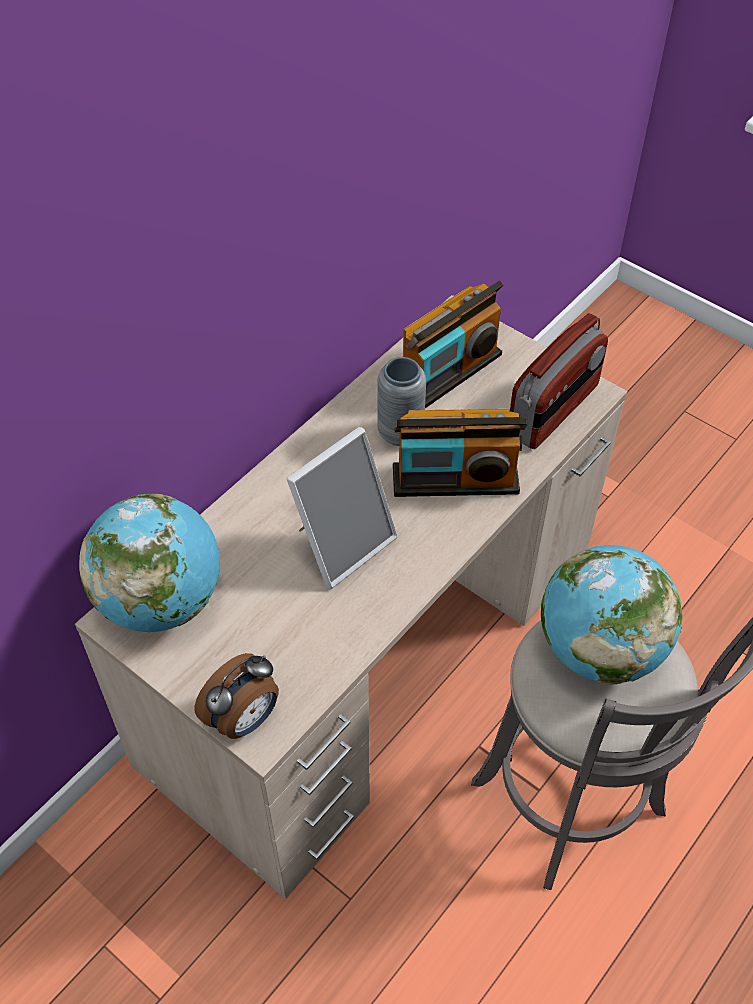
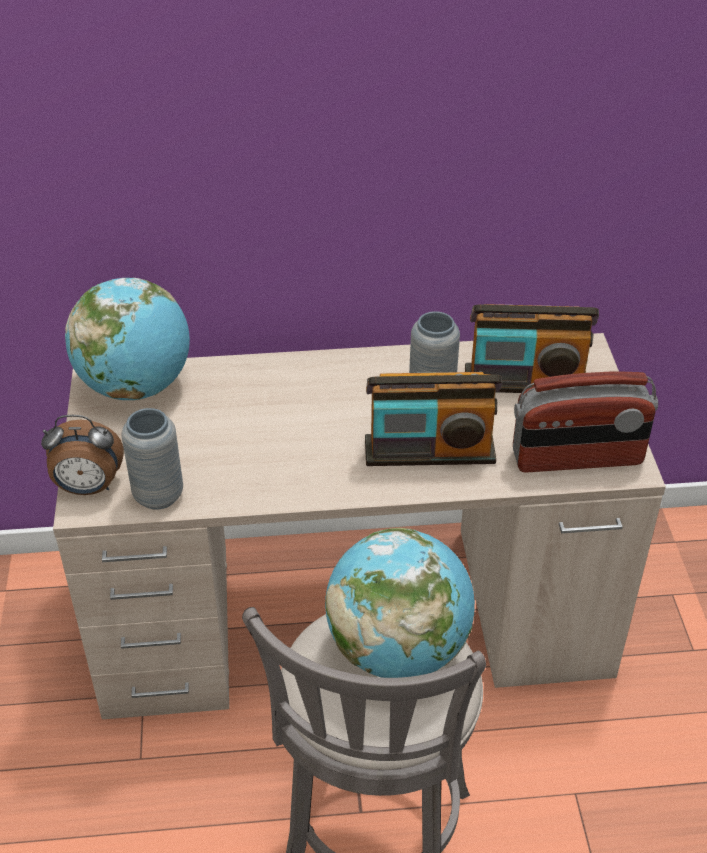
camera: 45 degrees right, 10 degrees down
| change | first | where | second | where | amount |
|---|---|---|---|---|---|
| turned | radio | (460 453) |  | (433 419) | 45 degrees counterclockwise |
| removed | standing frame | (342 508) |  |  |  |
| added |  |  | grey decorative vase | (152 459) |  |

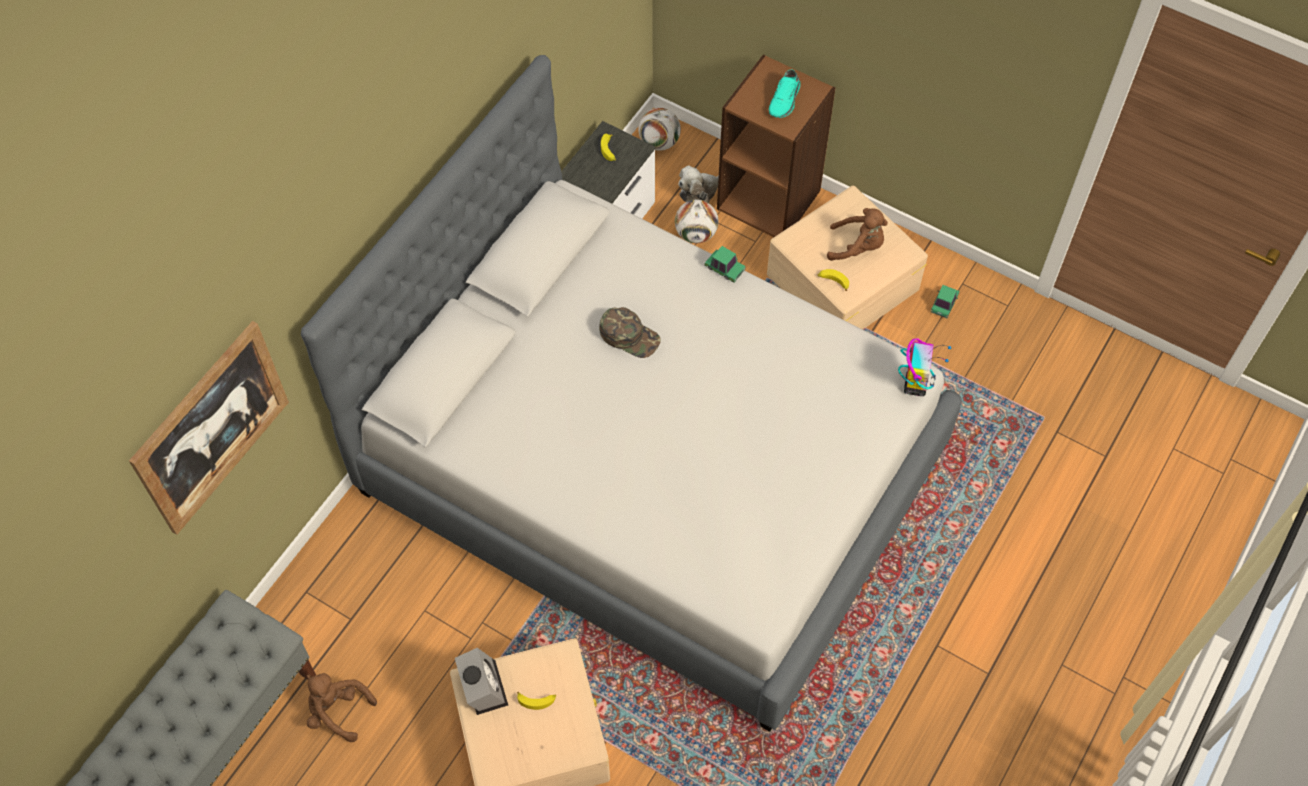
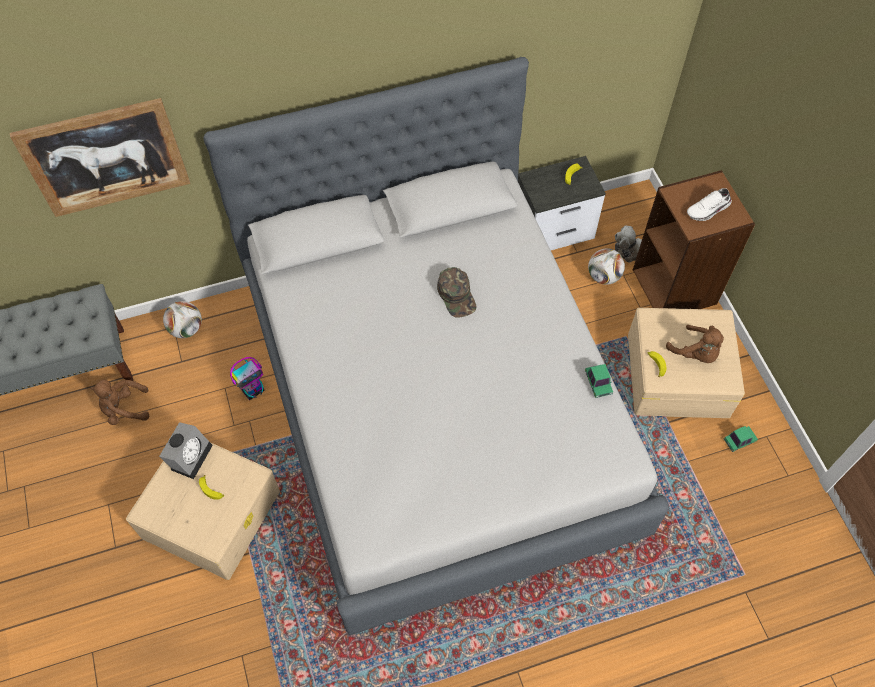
camera: 40 degrees right, 0 degrees up
| change | first | where | second | where | amount |
|---|---|---|---|---|---|
| recoloured | turquoise low shoe | (785 94) | white-coloured low shoe | (709 204) |  |
| moved | football ball | (660 129) |  | (182 319) |  |
| moved | toy car | (725 264) |  | (599 381) |  |
| moved | toy robot | (925 367) |  | (247 378) |  |
| turned | brown-coloured cuddly toy | (342 707) |  | (120 402) | 75 degrees counterclockwise |

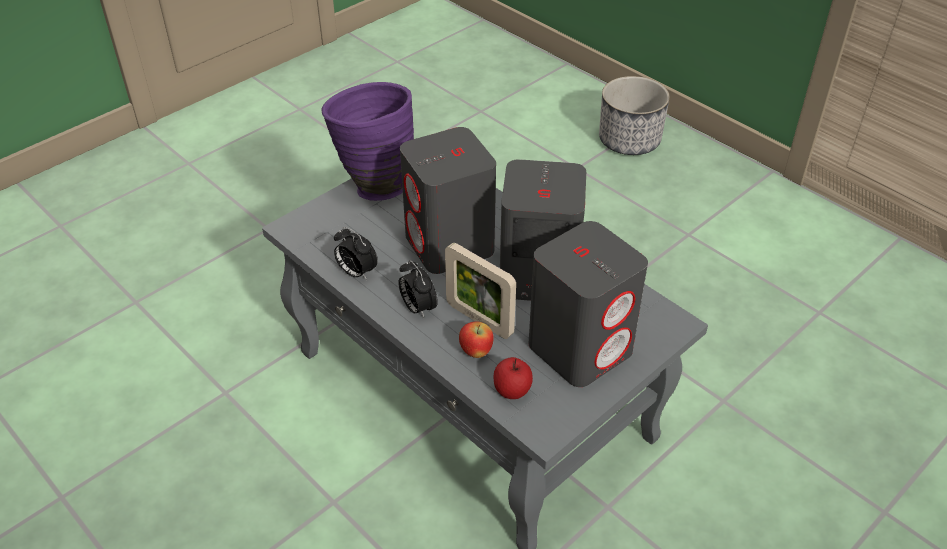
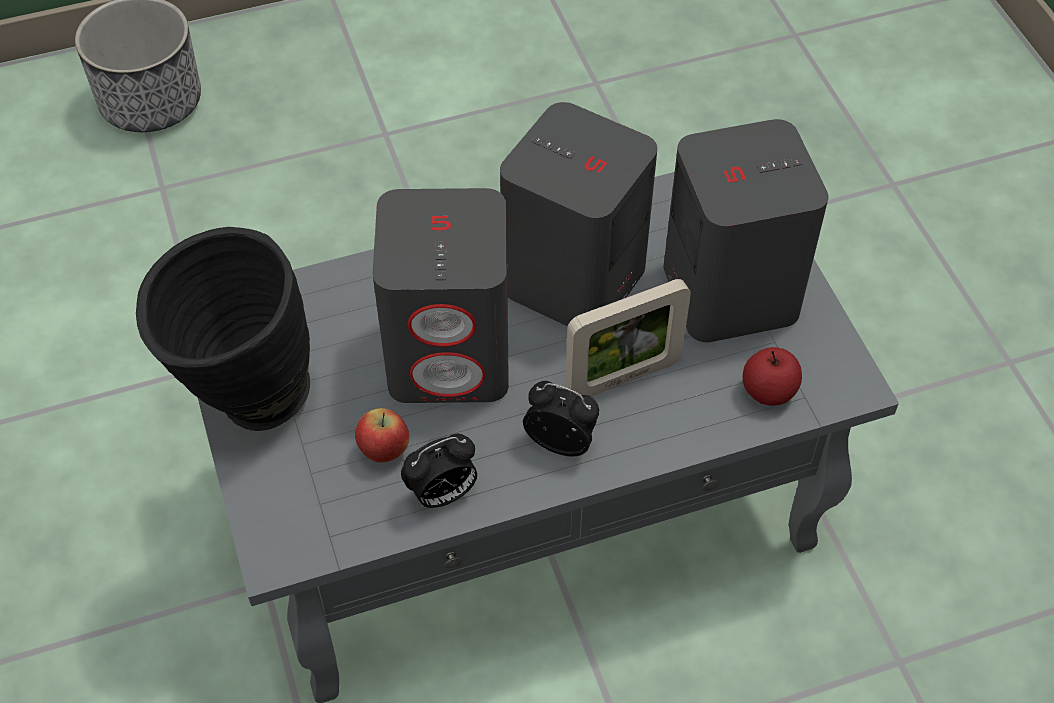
camera: 65 degrees left, 10 degrees up
| change | first | where | second | where | amount |
|---|---|---|---|---|---|
| recoloured | purple decorative vase | (367 141) | black-coloured decorative vase | (223 329) |  |
| turned | bedside clock | (418 289) |  | (561 418) | 150 degrees counterclockwise |
| moved | whole apple | (476 339) |  | (382 435) |  |

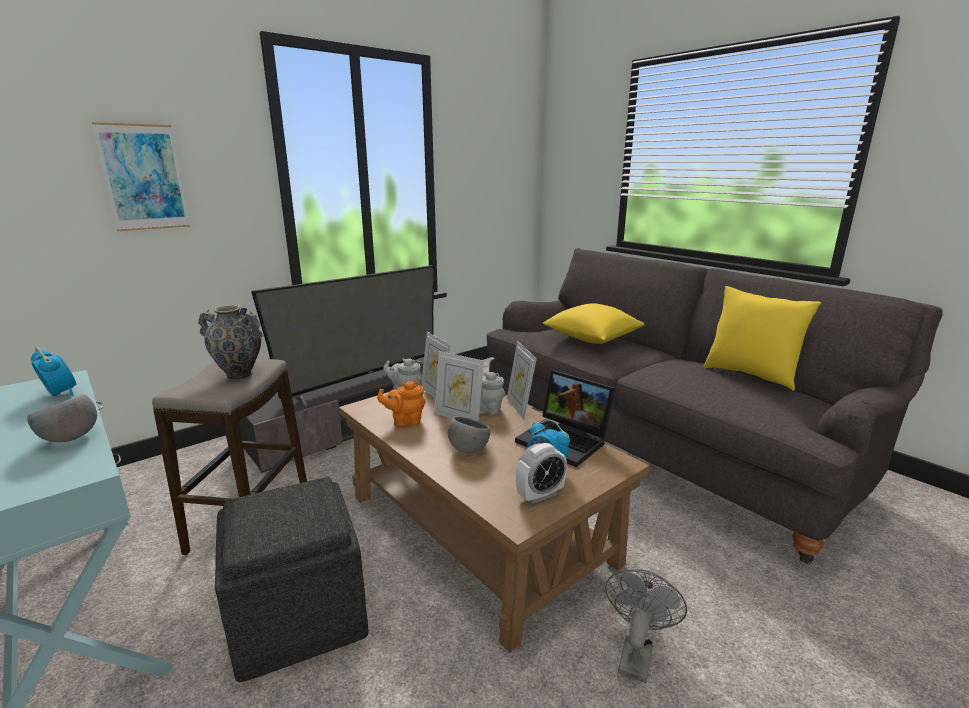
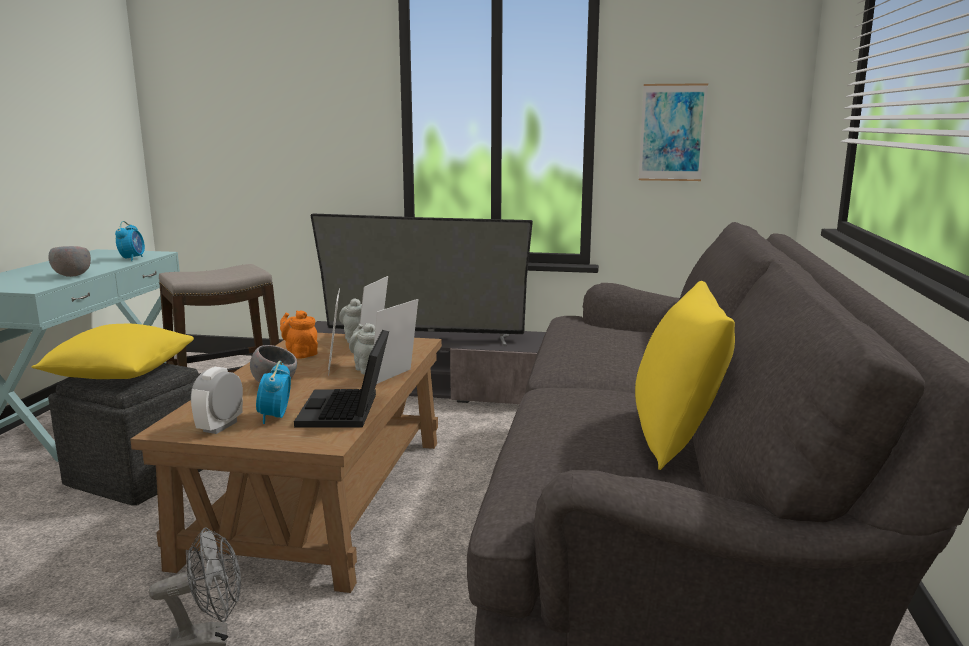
camera: 50 degrees right, 5 degrees down
| change | first | where | second | where | amount |
|---|---|---|---|---|---|
| moved | wall picture | (141 176) |  | (673 132) |  |
| moved | yellow-coloured throw pillow | (594 323) |  | (113 351) |  |
| removed | decorative vase | (230 343) |  |  |  |
| turned | bedside clock | (541 473) |  | (217 400) | 90 degrees clockwise |

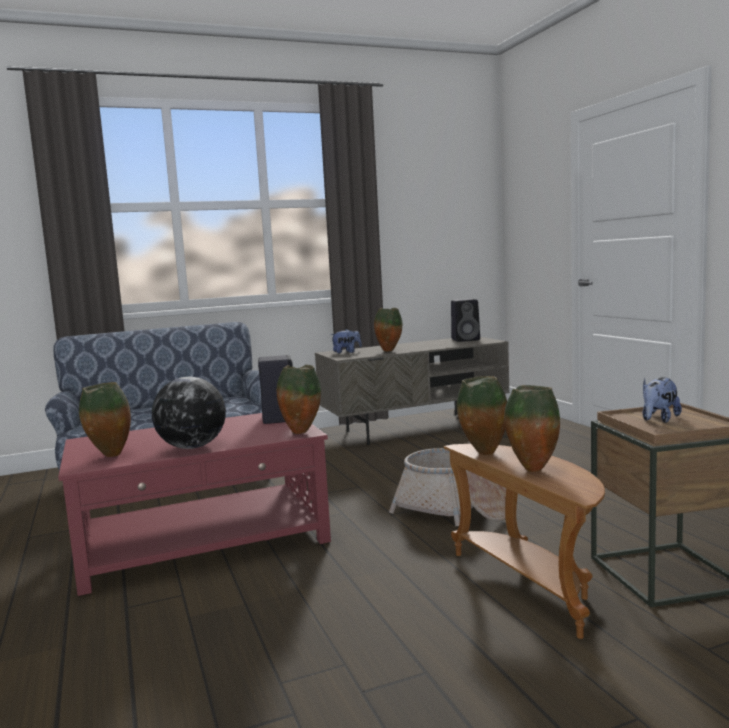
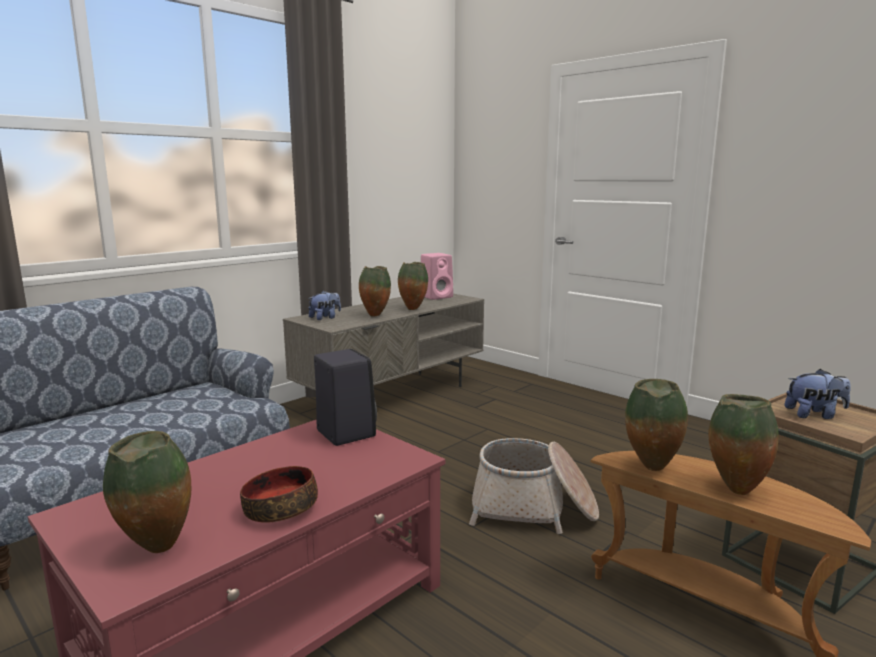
camera: 25 degrees left, 5 degrees up
| change | first | where | second | where | amount |
|---|---|---|---|---|---|
| recoloured | black-coloured loudspeaker | (465 320) | pink-coloured loudspeaker | (437 276) |  |
| moved | decorative vase | (299 399) |  | (413 286) |  |
| replaced | desk globe | (189 413) | serving bowl | (279 494) |  |
| turned | cuddly toy | (662 400) |  | (817 394) | 105 degrees counterclockwise |

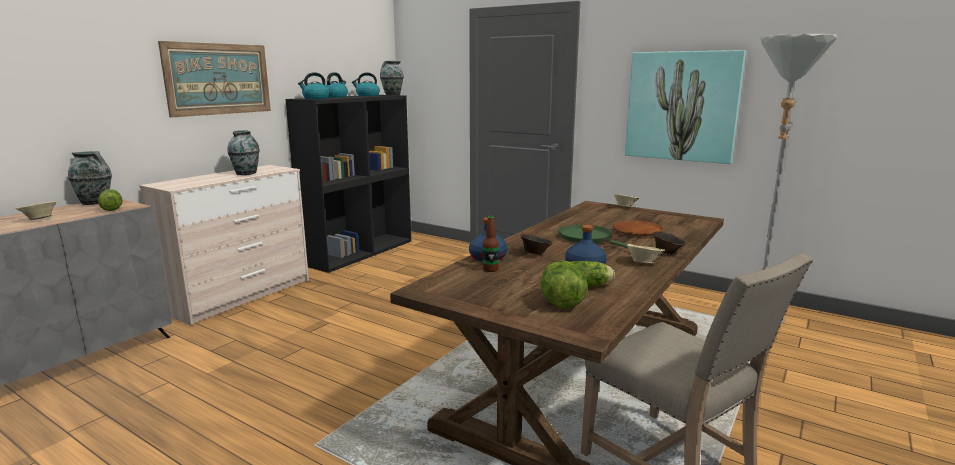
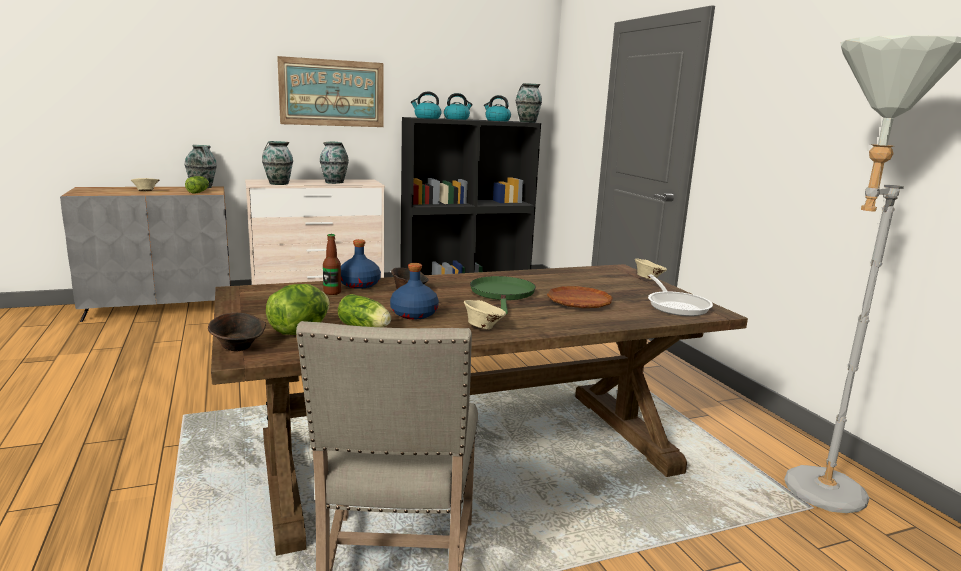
camera: 35 degrees right, 0 degrees up
| change | first | where | second | where | amount |
|---|---|---|---|---|---|
| removed | wall picture | (685 107) |  |  |  |
| moved | brown-coloured serving bowl | (669 243) |  | (237 332) |  |
| added |  |  | decorative vase | (277 163) |  |
| added |  |  | frying pan | (680 295) |  |

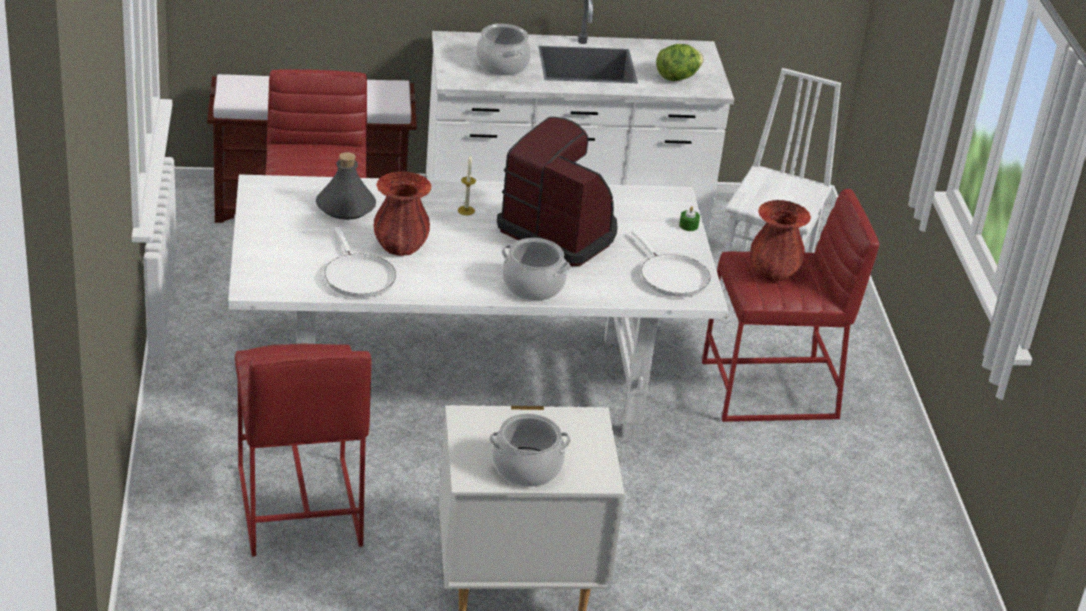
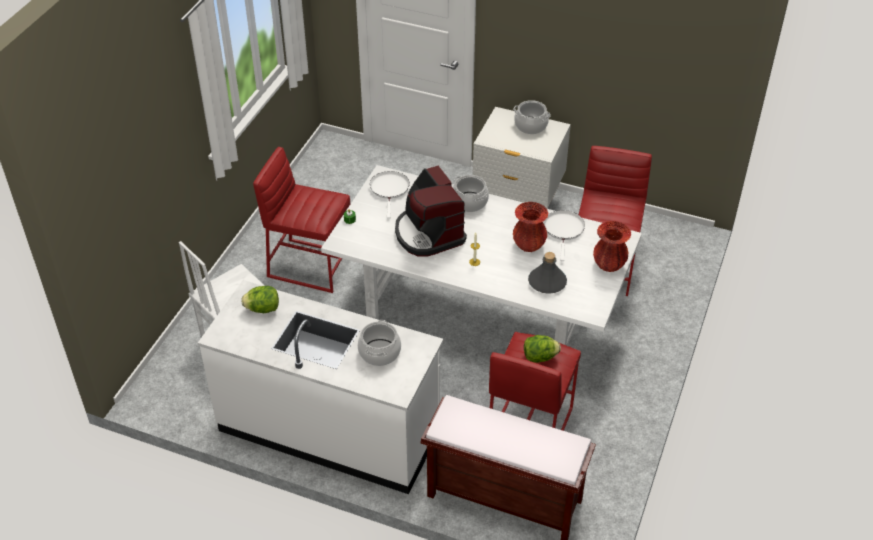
camera: 150 degrees left, 10 degrees up
| change | first | where | second | where | amount |
|---|---|---|---|---|---|
| moved | red-coloured decorative vase | (780 240) |  | (612 246) |  |
| added |  |  | lettuce | (542 349) |  |

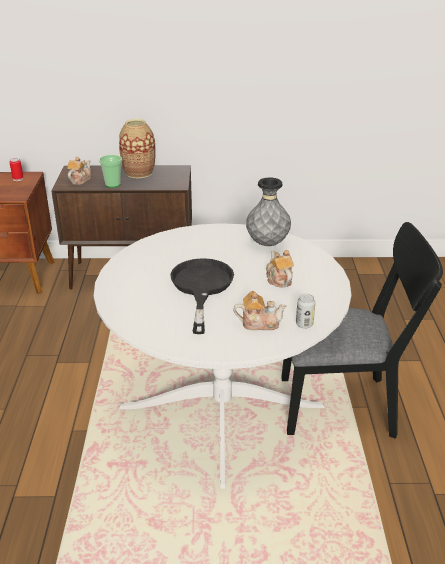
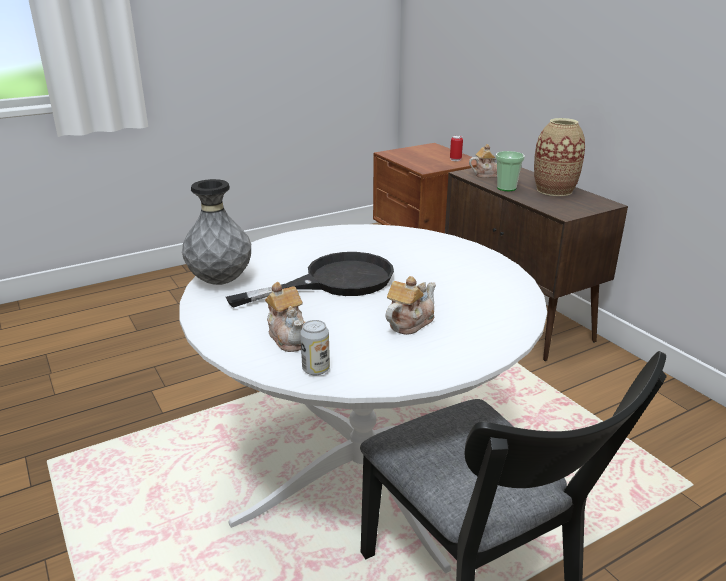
camera: 60 degrees right, 5 degrees down
| change | first | where | second | where | amount |
|---|---|---|---|---|---|
| moved | grey decorative vase | (268 212) |  | (216 232) |  |

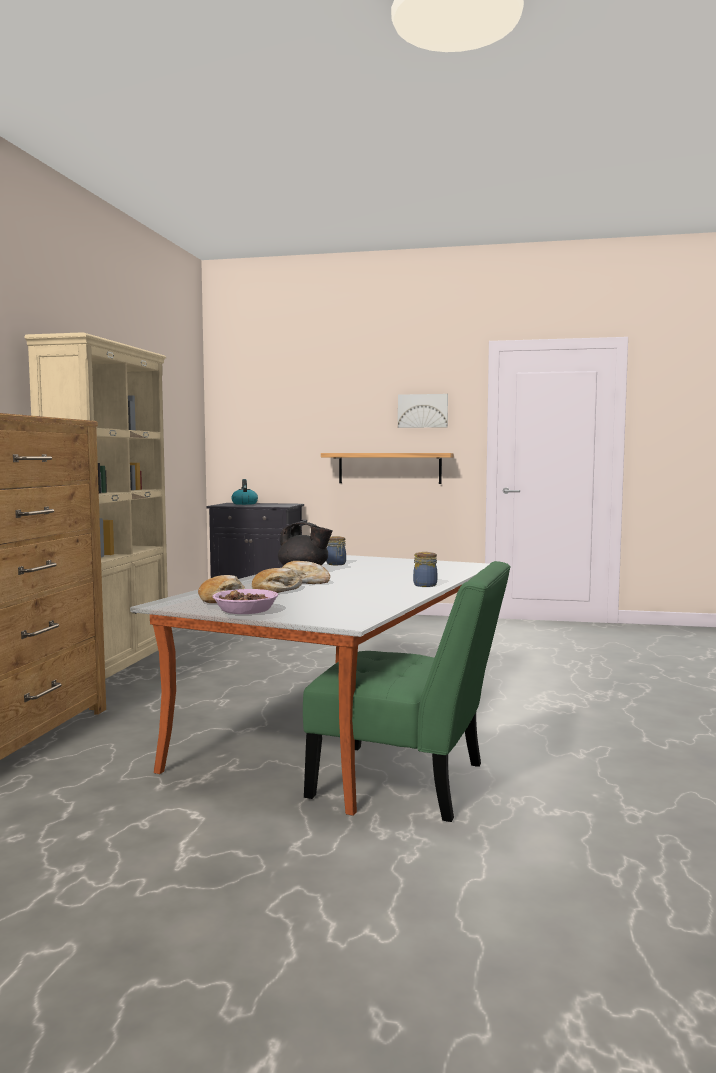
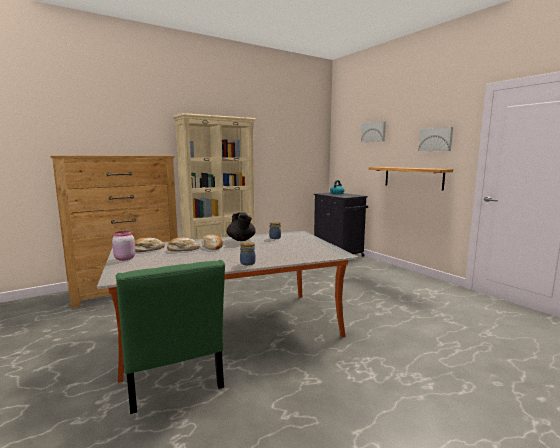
camera: 45 degrees right, 5 degrees up
| change | first | where | second | where | amount |
|---|---|---|---|---|---|
| replaced | serving bowl | (245 601) | pink-coloured jar | (123 246) |  |
| added |  |  | wall picture | (373 131) |  |

